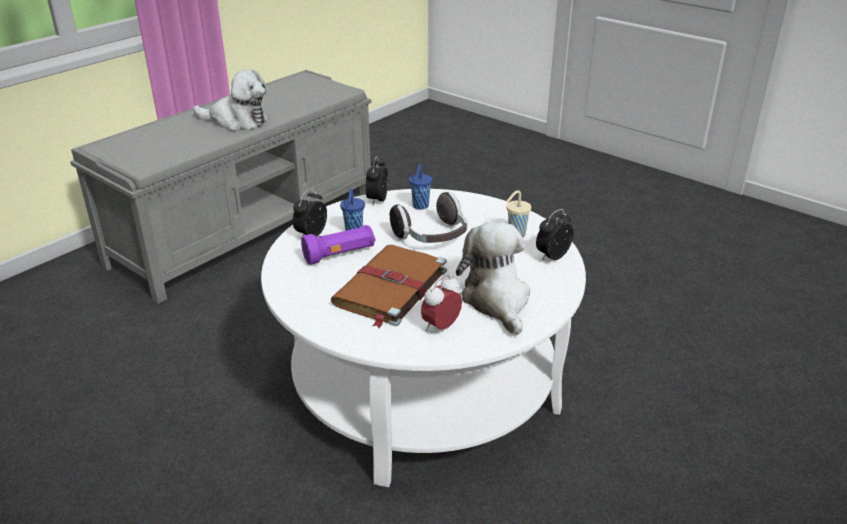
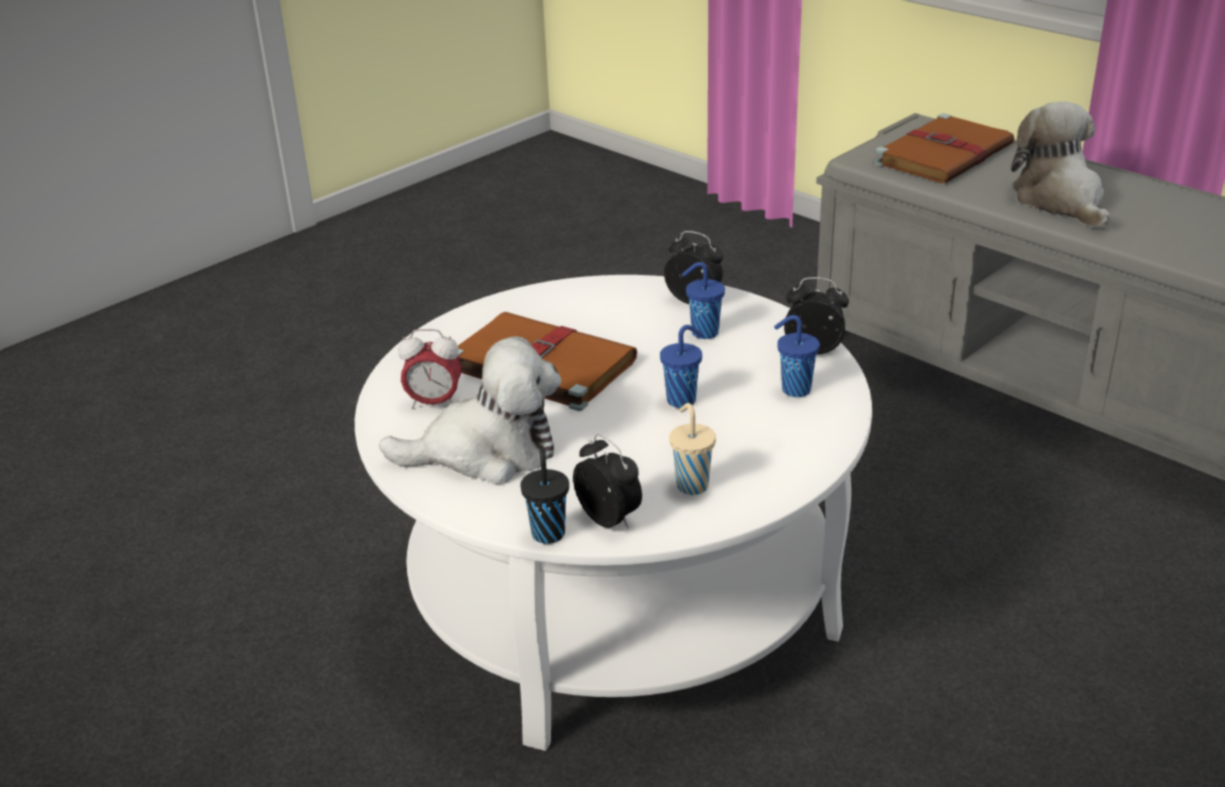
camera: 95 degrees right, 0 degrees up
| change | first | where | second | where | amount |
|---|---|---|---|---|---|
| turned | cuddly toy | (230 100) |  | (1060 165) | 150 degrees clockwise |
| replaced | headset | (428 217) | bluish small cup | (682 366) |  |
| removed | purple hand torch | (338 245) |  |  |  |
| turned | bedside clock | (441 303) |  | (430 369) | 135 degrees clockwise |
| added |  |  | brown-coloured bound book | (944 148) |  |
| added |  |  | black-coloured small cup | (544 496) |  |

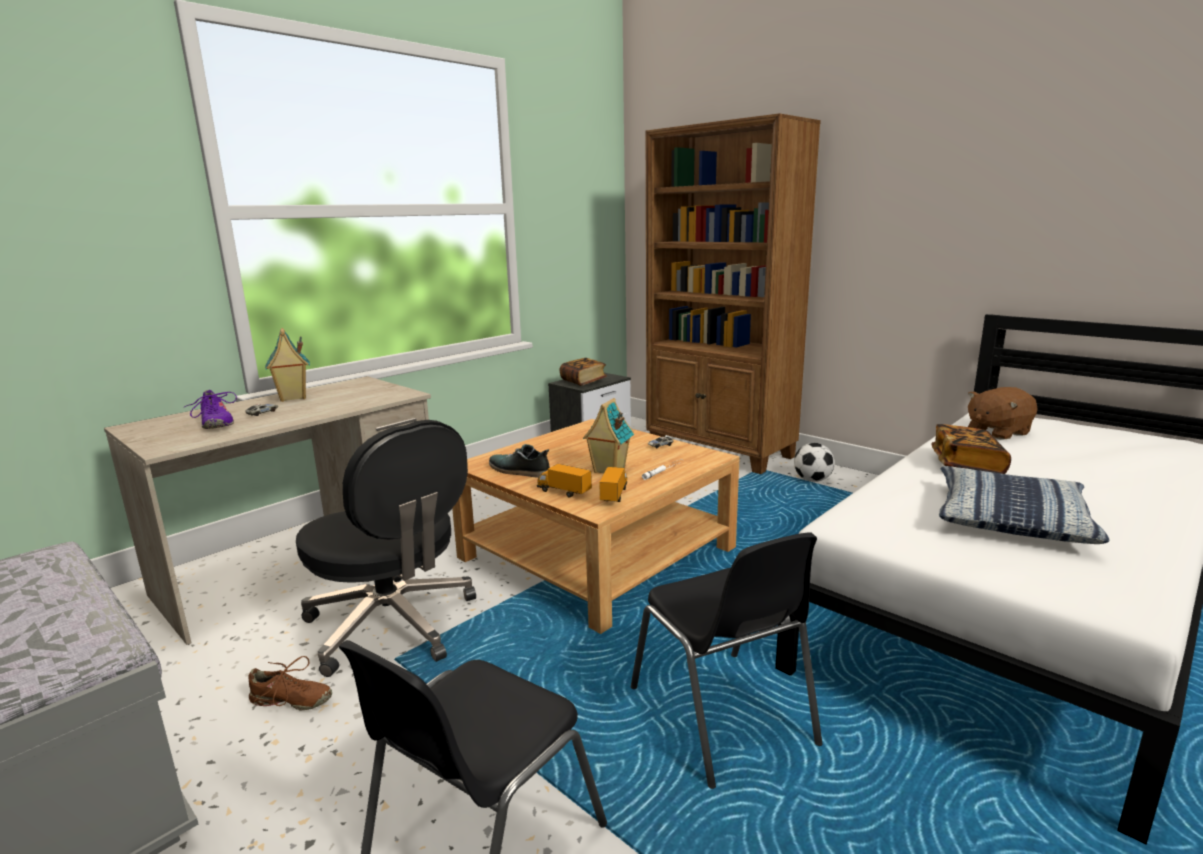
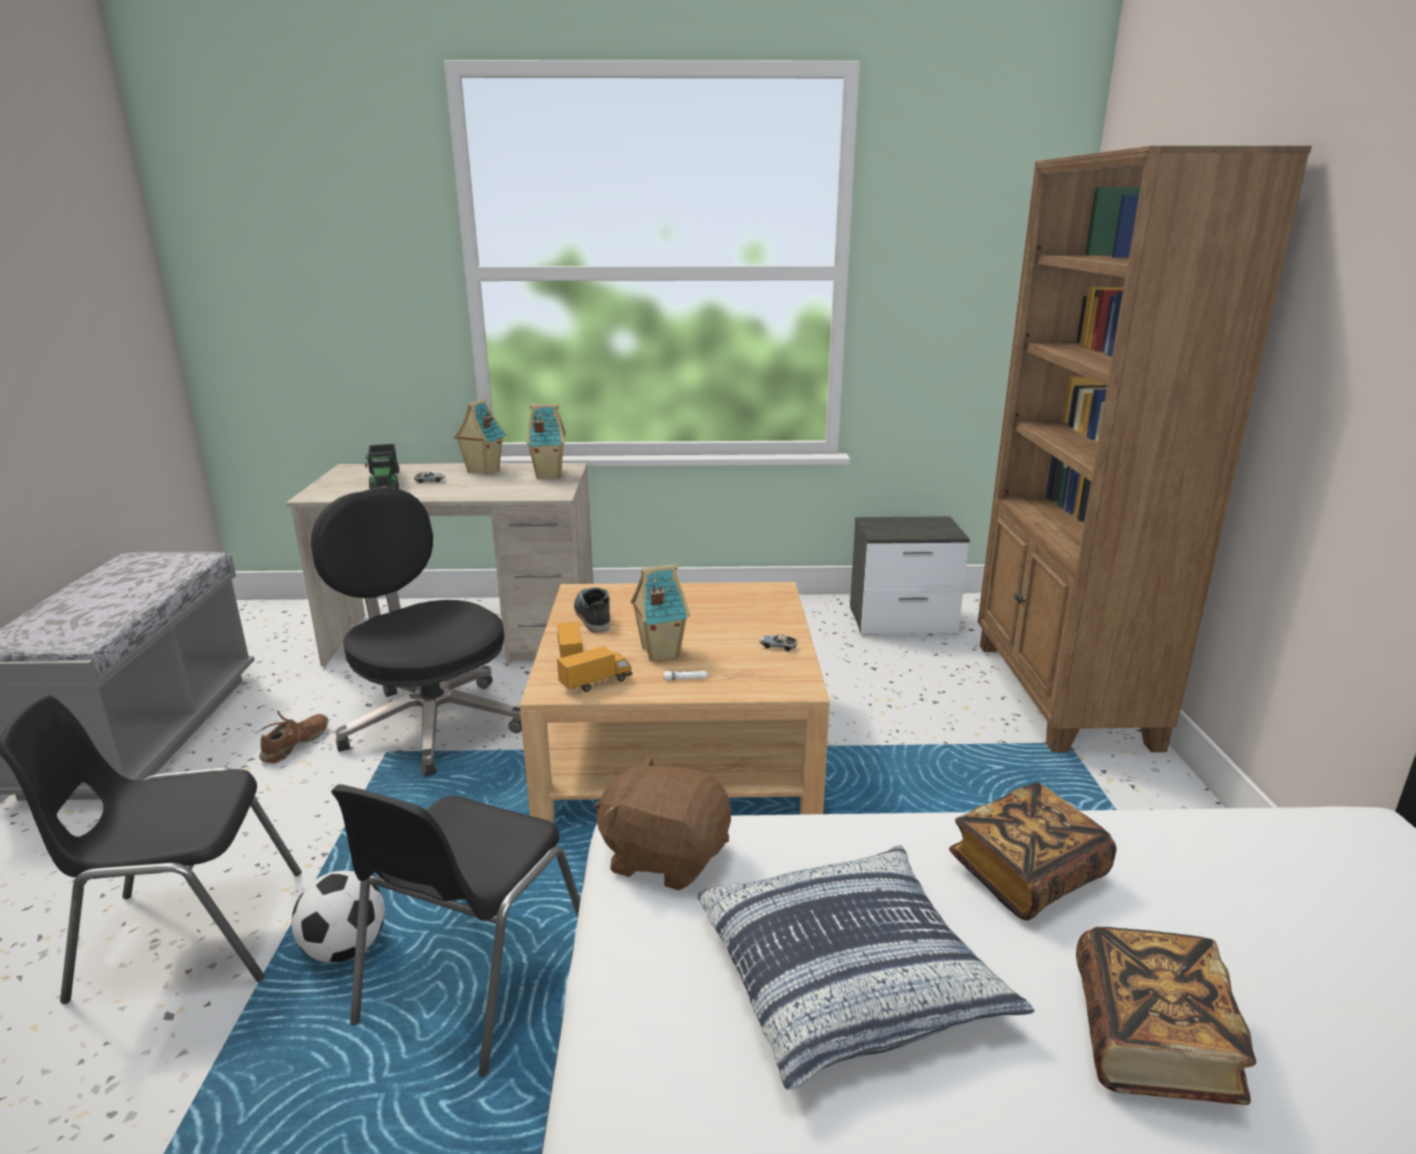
camera: 45 degrees right, 5 degrees up
| change | first | where | second | where | amount |
|---|---|---|---|---|---|
| moved | bound book | (583 372) |  | (1166 1016) |  |
| moved | brown-coloured cuddly toy | (1002 413) |  | (663 822) |  |
| replaced | purple low shoe | (211 409) | model truck | (382 466) |  |
| turned | black-coloured computer chair | (386 548) |  | (416 632) | 135 degrees clockwise |
| moved | football ball | (814 462) |  | (338 917) |  |
| turned | brown-coloured low shoe | (290 683) |  | (292 737) | 120 degrees counterclockwise |
| added |  |  | model house | (546 441) |  |

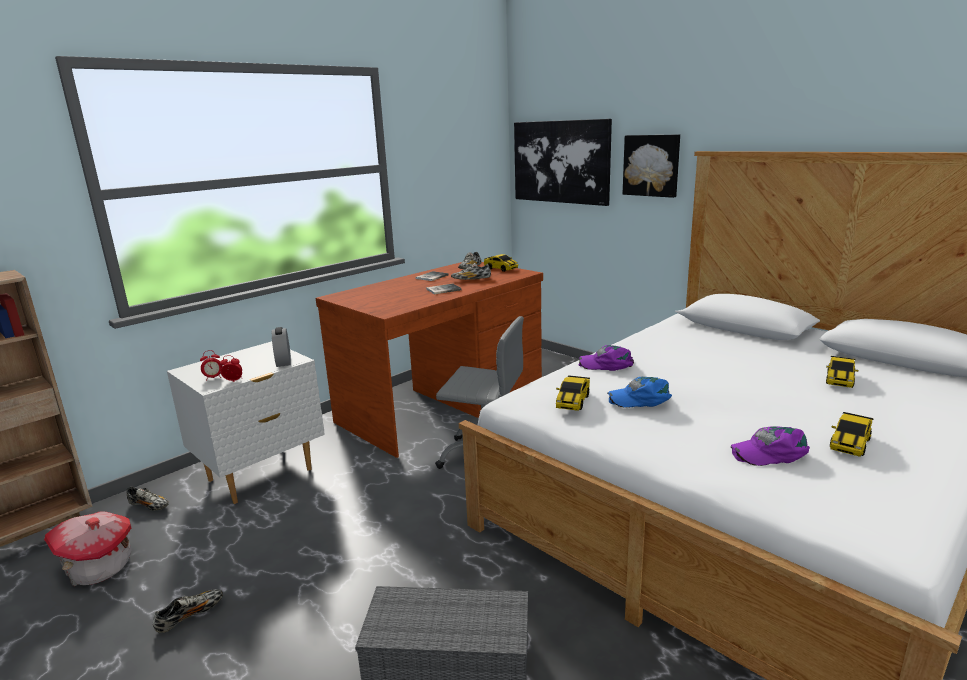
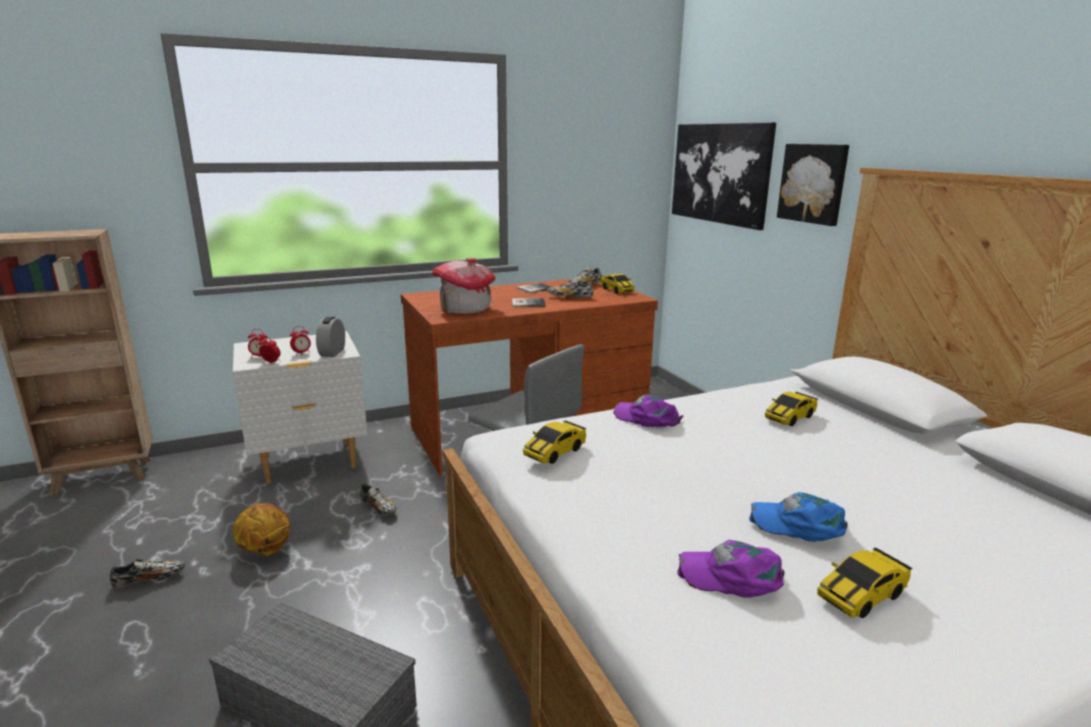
camera: 20 degrees right, 0 degrees up
| change | first | where | second | where | amount |
|---|---|---|---|---|---|
| moved | toy car | (842 372) |  | (791 409) |  |
| moved | bluish baseball cap | (640 392) |  | (798 517) |  |
| moved | low shoe | (147 499) |  | (378 499) |  |
| moved | model house | (88 548) |  | (463 286) |  |
| added |  |  | bedside clock | (300 339) |  |
| added |  |  | basketball | (261 529) |  |

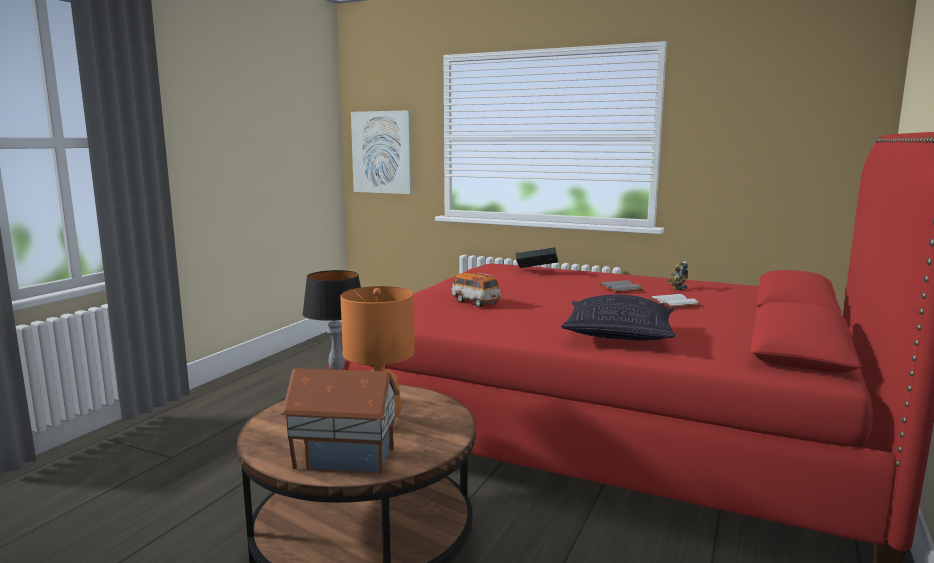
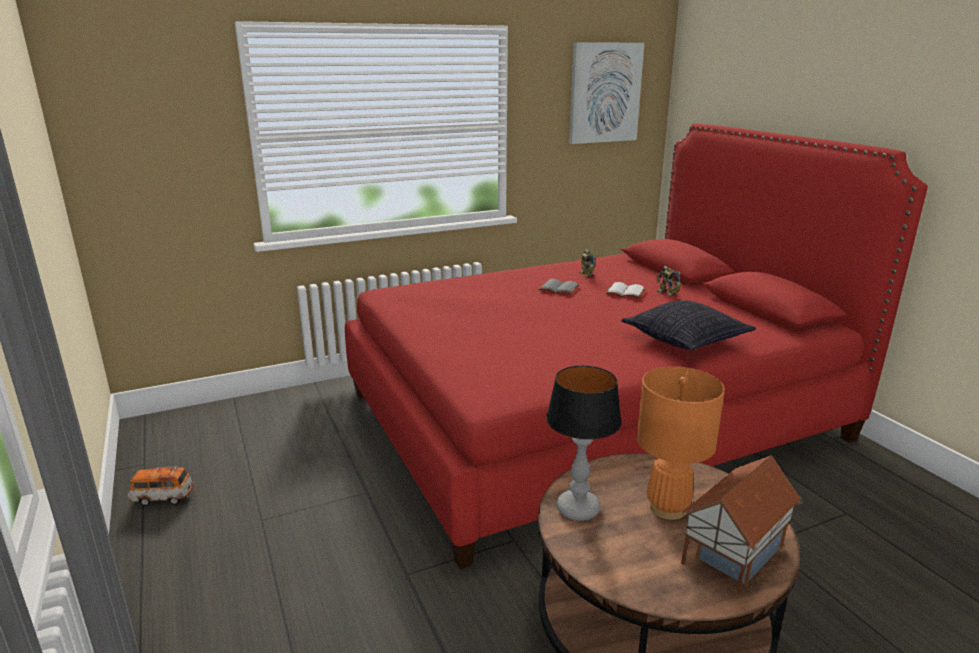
camera: 50 degrees left, 10 degrees up
| change | first | where | second | where | amount |
|---|---|---|---|---|---|
| moved | wall picture | (381 152) |  | (606 93) |  |
| removed | bound book | (537 257) |  |  |  |
| moved | toy car | (476 290) |  | (161 486) |  |
| added |  |  | toy robot | (669 281) |  |

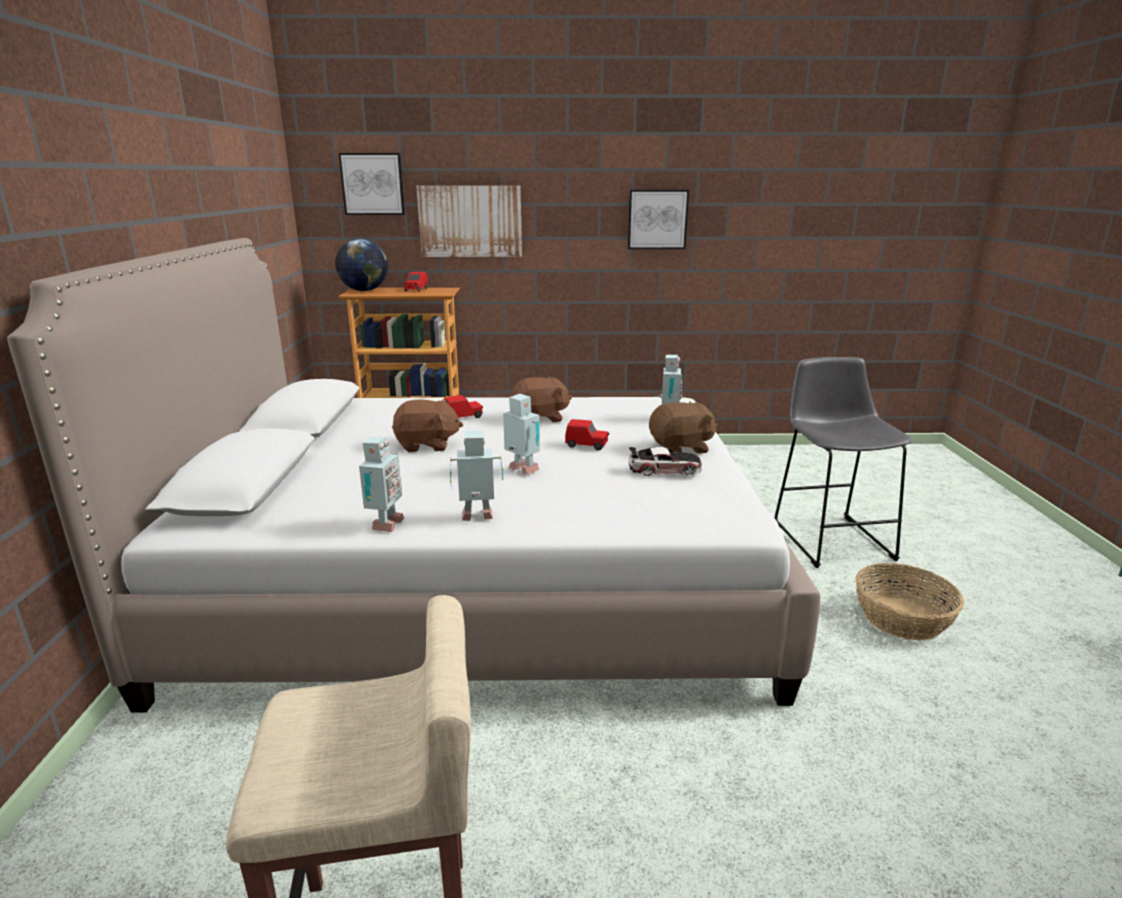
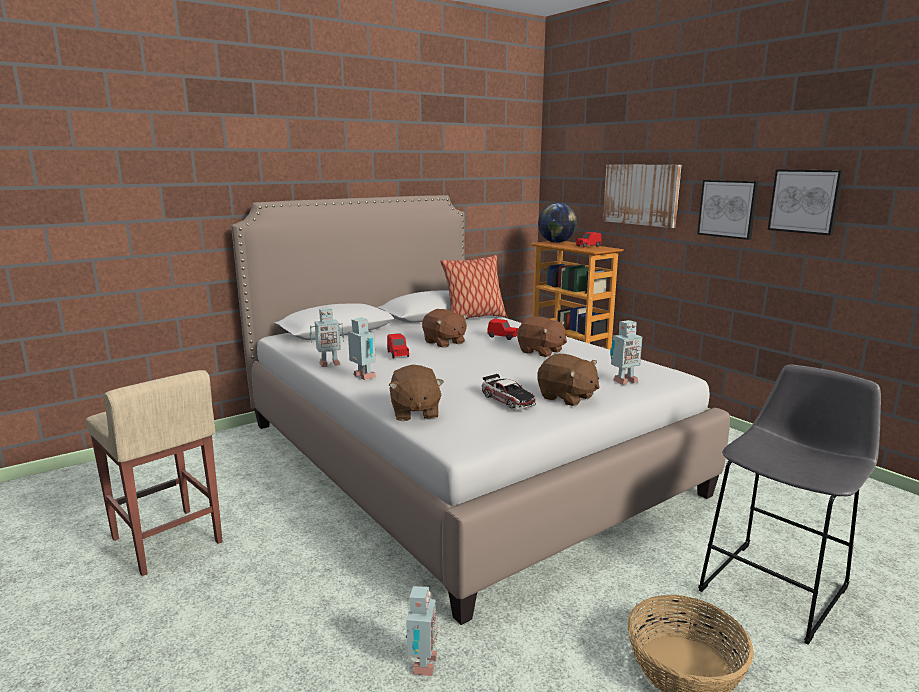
camera: 55 degrees right, 5 degrees down
| change | first | where | second | where | amount |
|---|---|---|---|---|---|
| moved | wall picture | (372 184) |  | (728 210) |  |
| moved | toy robot | (521 434) |  | (422 631) |  |
| moved | red-coloured toy car | (587 434) |  | (398 346) |  |
| added |  |  | throw pillow | (473 287) |  |
| added |  |  | brown-coloured cuddly toy | (416 393) |  |

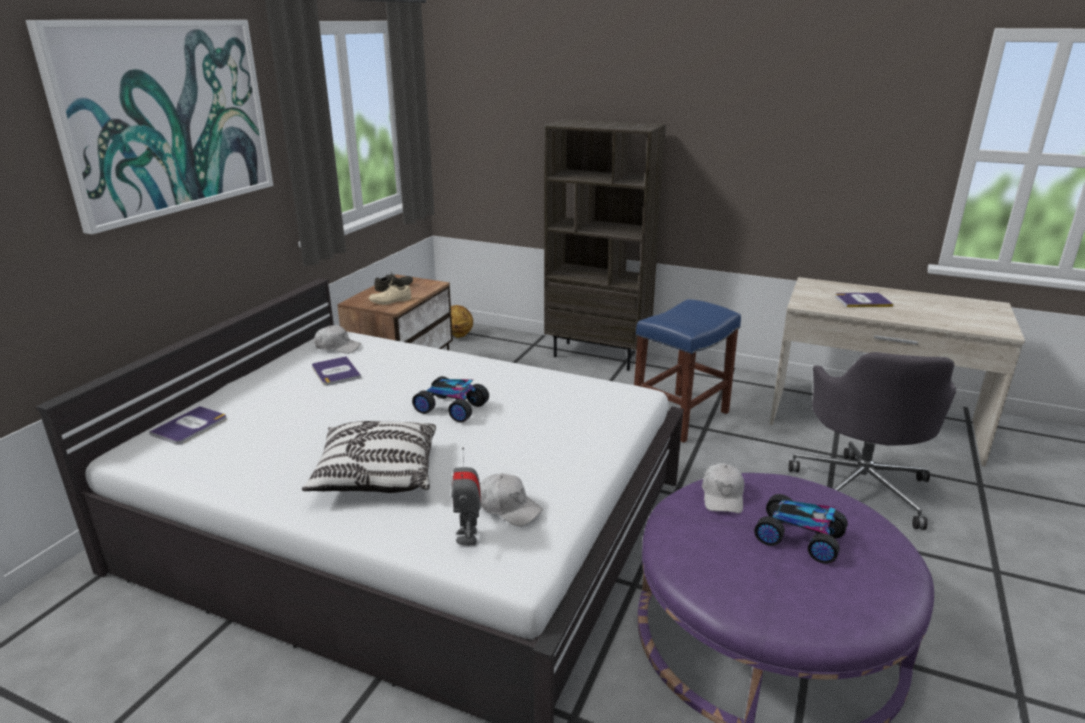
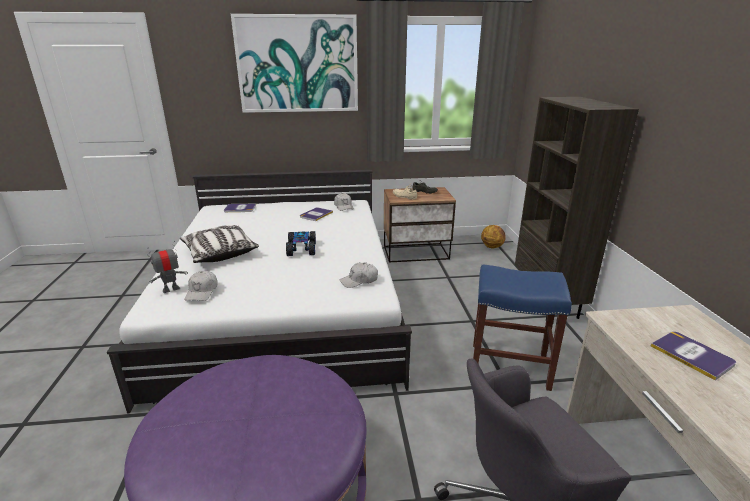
camera: 60 degrees right, 0 degrees up
| change | first | where | second | where | amount |
|---|---|---|---|---|---|
| moved | white-coloured baseball cap | (723 488) |  | (359 275) |  |
| removed | toy car | (801 529) |  |  |  |

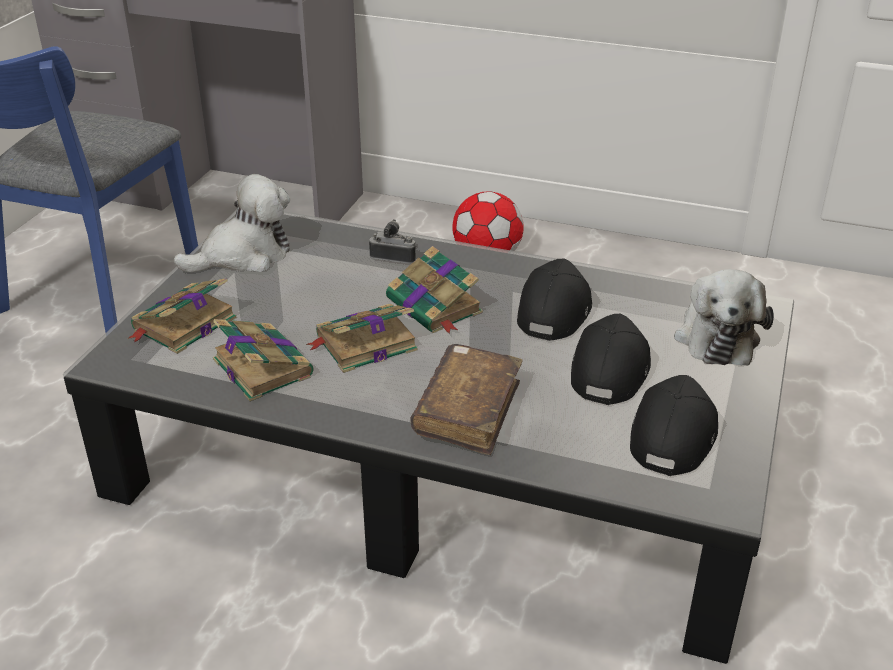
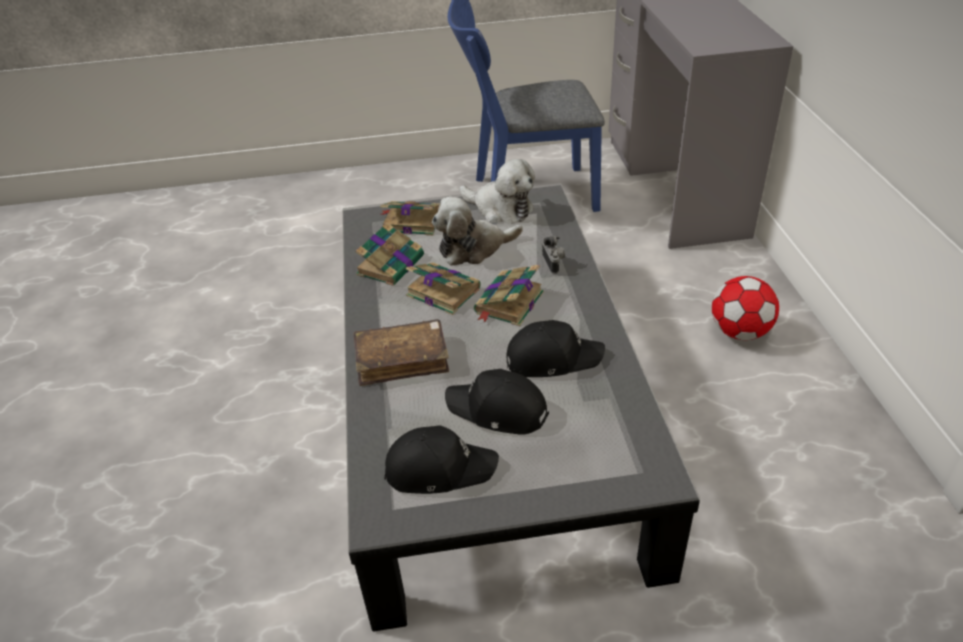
camera: 65 degrees right, 5 degrees up
| change | first | where | second | where | amount |
|---|---|---|---|---|---|
| moved | cuddly toy | (724 317) |  | (477 231) |  |
| turned | black-coloured baseball cap | (611 359) |  | (497 402) | 150 degrees counterclockwise |

